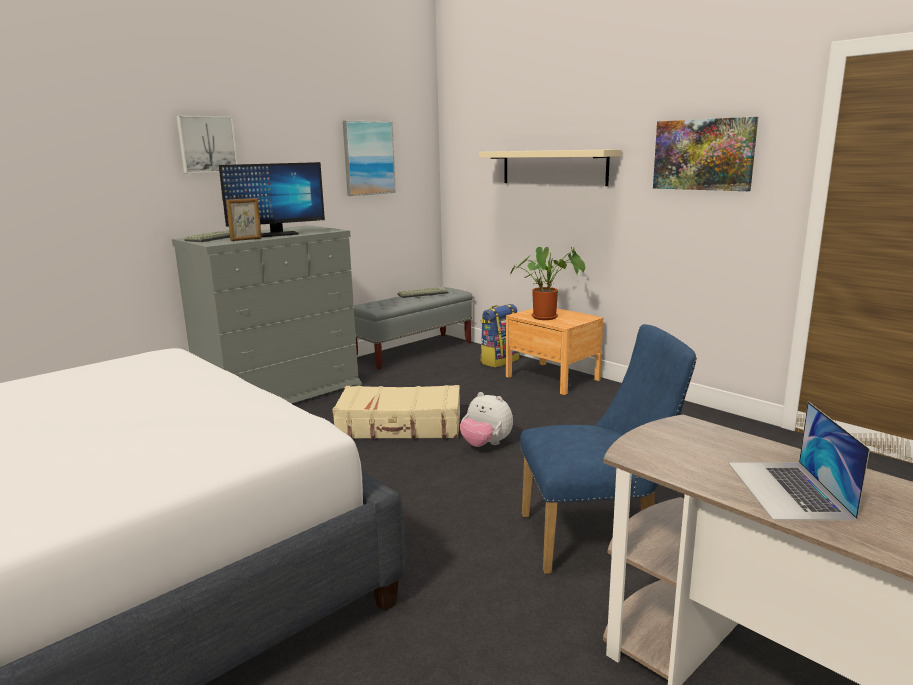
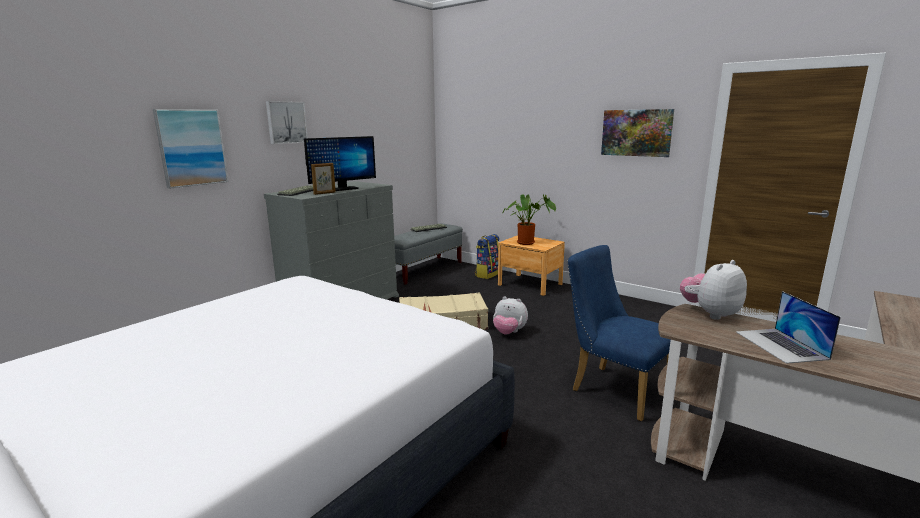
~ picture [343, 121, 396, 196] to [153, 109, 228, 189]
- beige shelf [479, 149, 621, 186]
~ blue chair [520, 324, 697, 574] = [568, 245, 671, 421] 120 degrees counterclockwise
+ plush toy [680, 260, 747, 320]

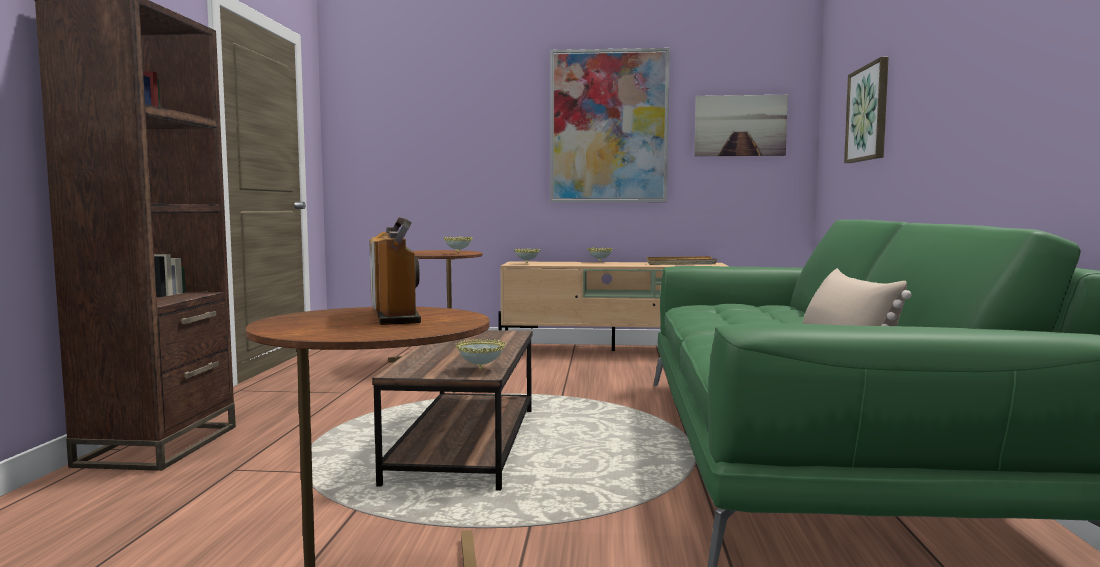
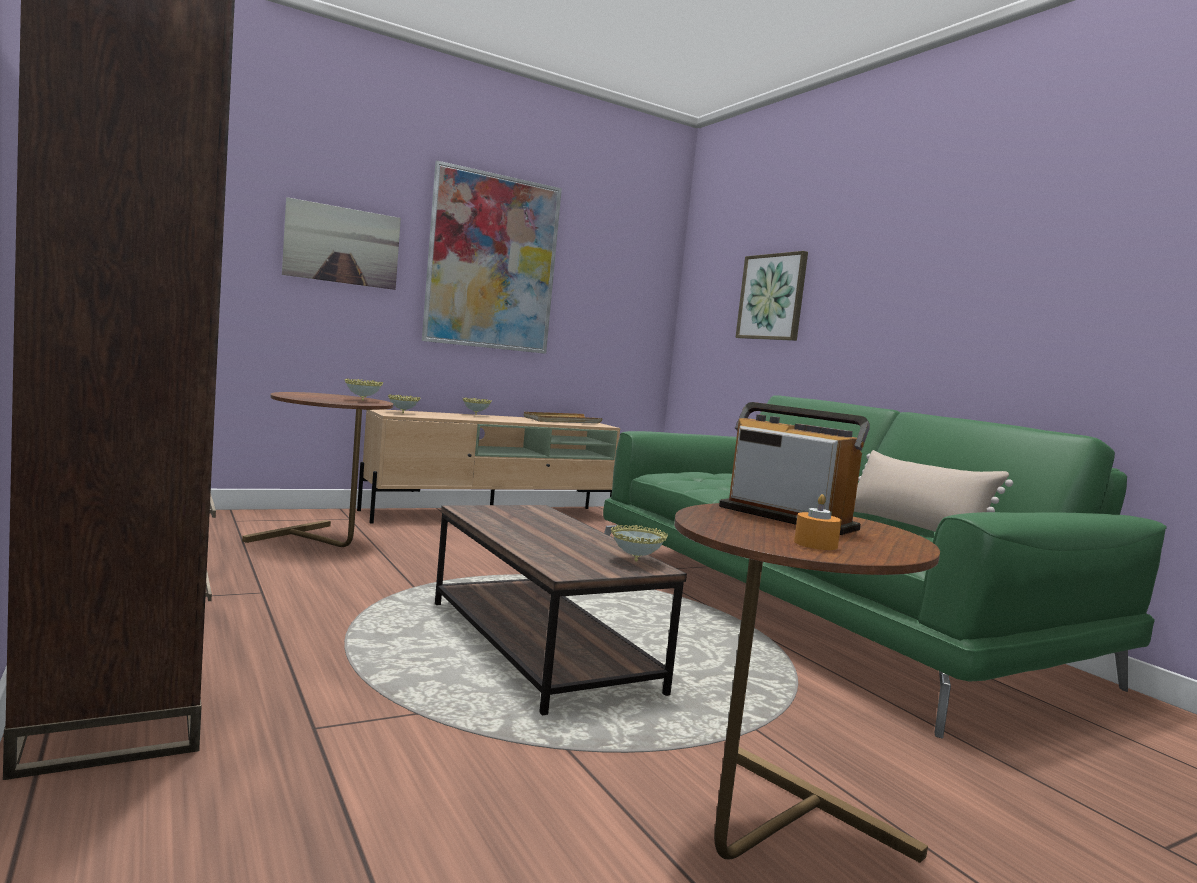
~ picture [694, 95, 788, 156] to [282, 197, 401, 290]
+ orange candle [794, 494, 842, 550]

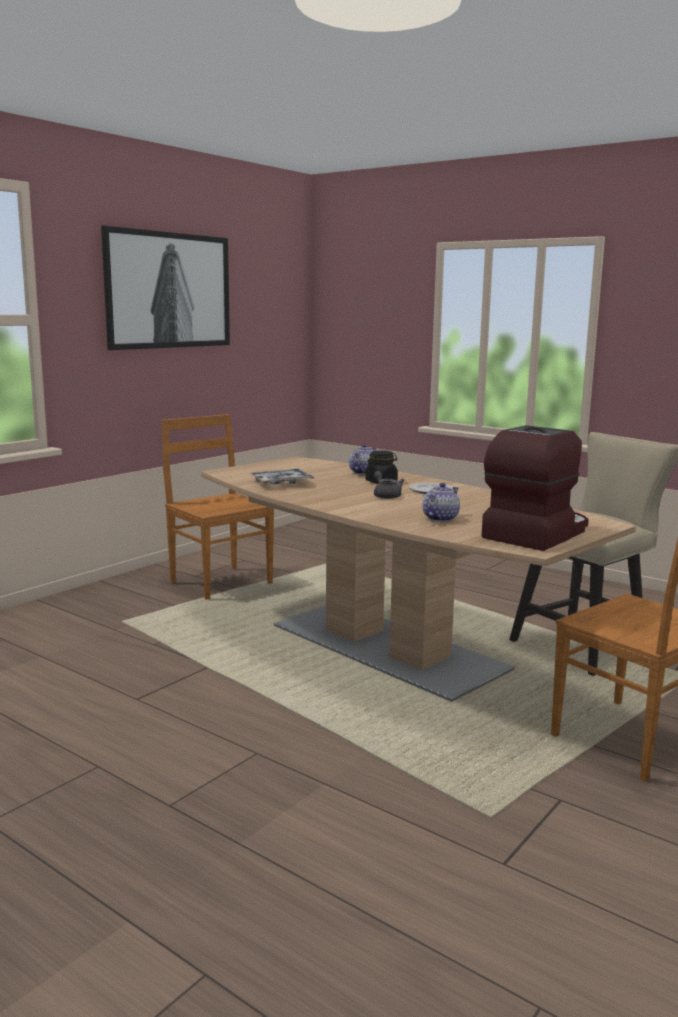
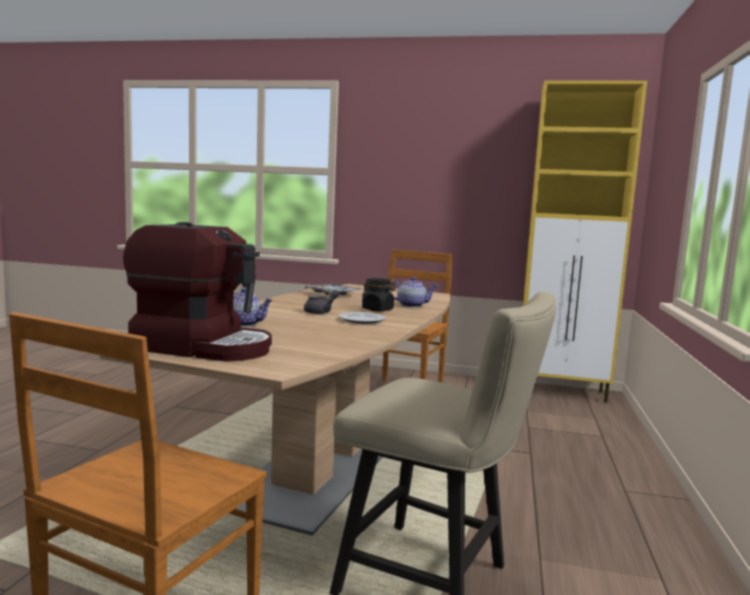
- picture [101, 226, 230, 350]
+ yellow cabinet [523, 80, 647, 403]

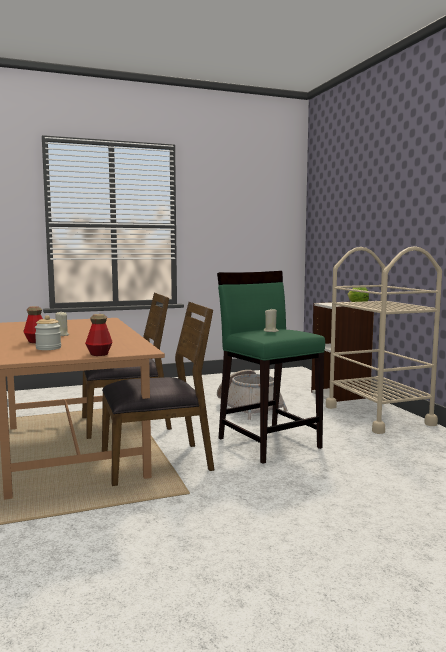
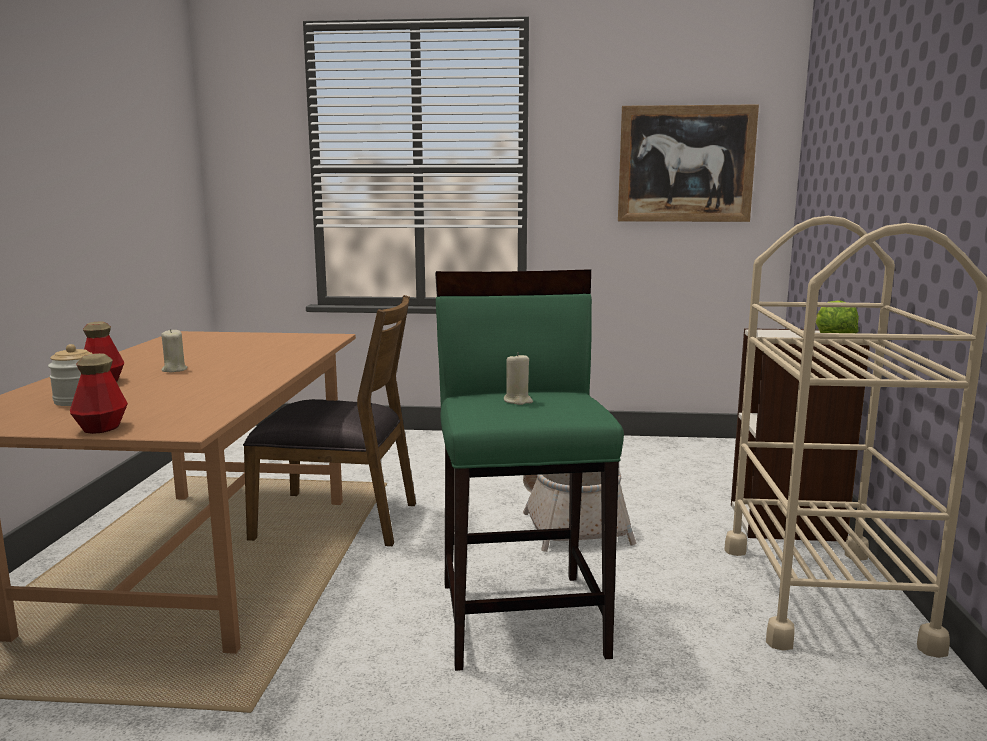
- brown chair [102, 302, 214, 486]
+ picture [618, 104, 759, 222]

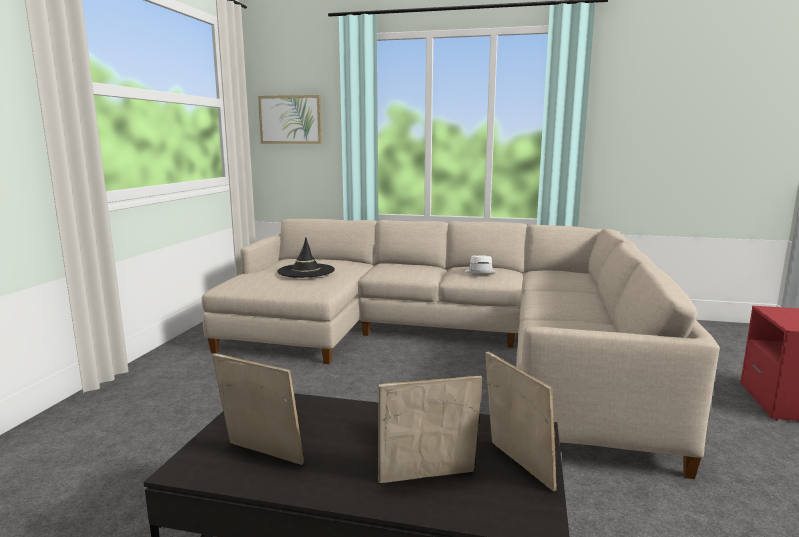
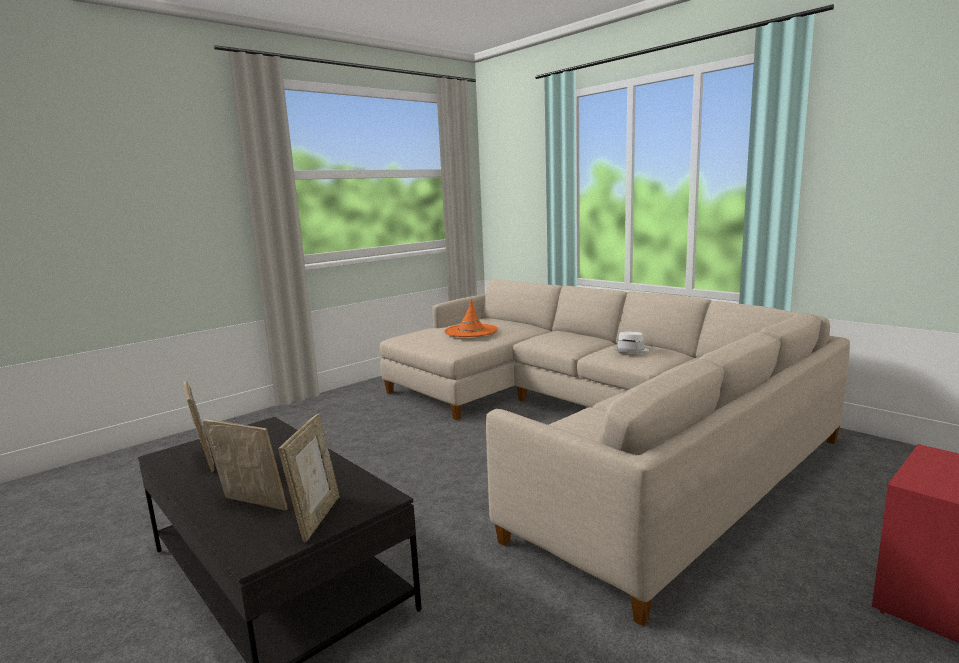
- picture [258, 95, 322, 144]
~ black hat [277, 237, 335, 278] to orange hat [445, 299, 498, 337]

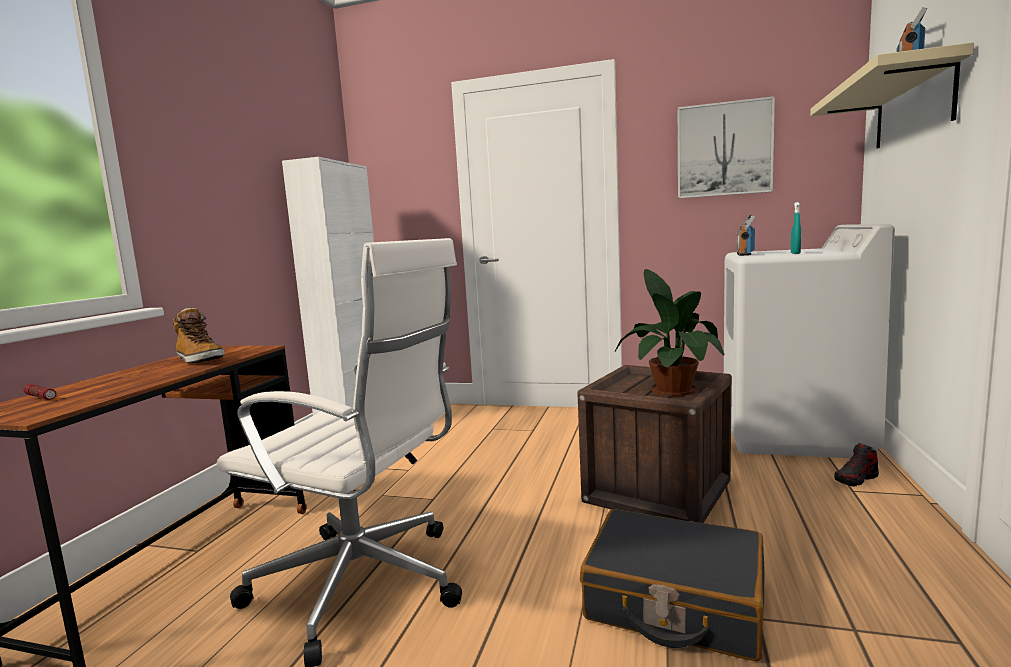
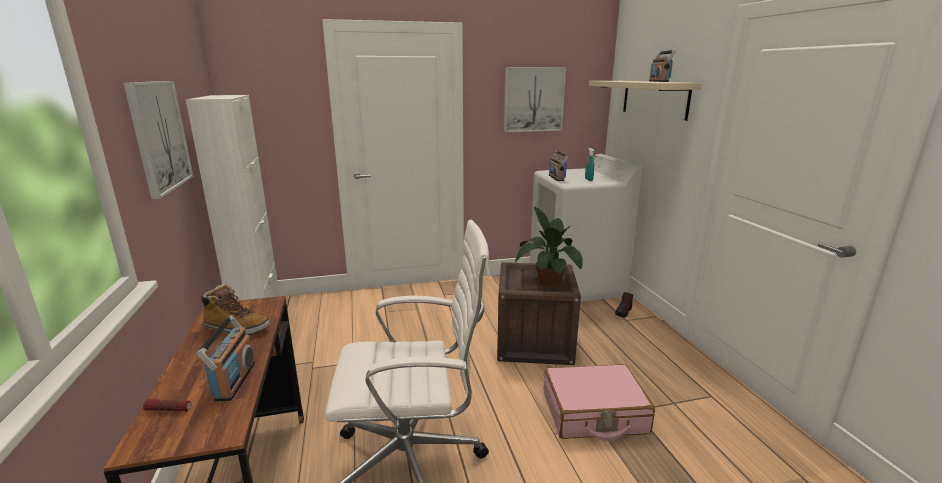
~ black suitcase [580, 509, 765, 661] to pink suitcase [544, 364, 655, 441]
+ picture [123, 81, 194, 199]
+ radio [197, 315, 255, 401]

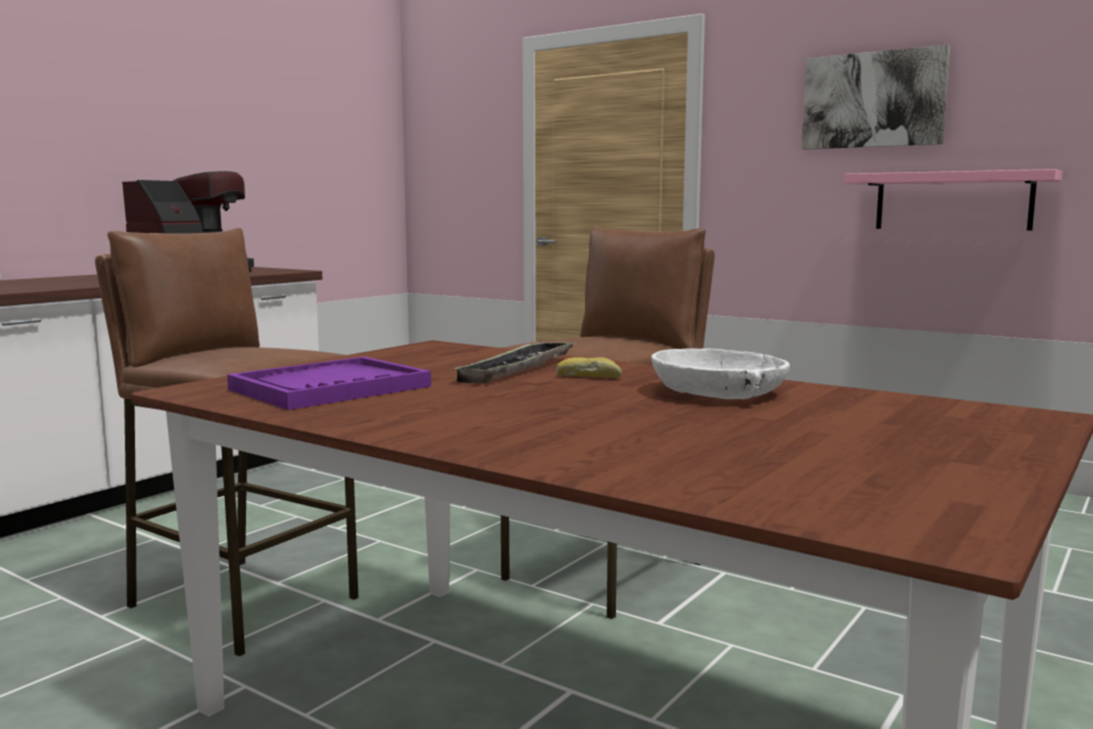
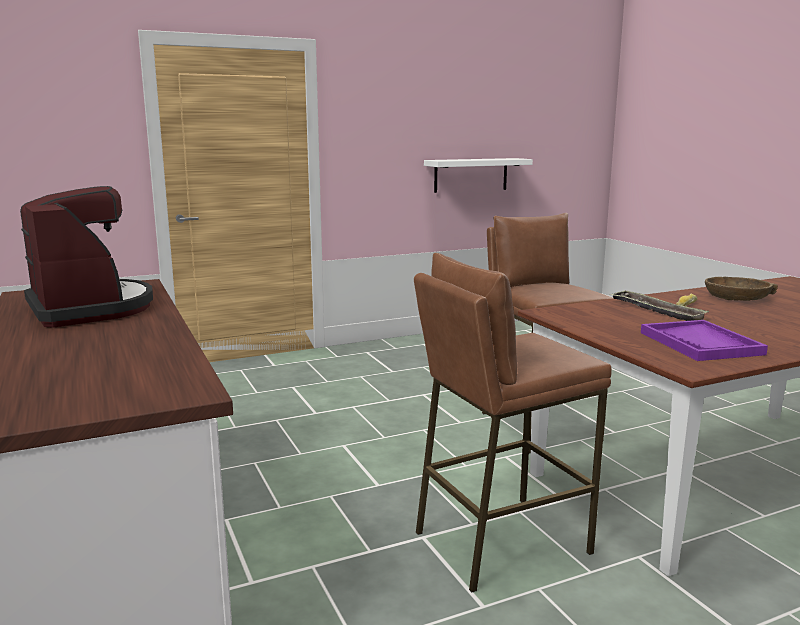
- picture [802, 44, 950, 150]
~ pink shelf [844, 169, 1063, 231] to white shelf [424, 158, 533, 193]
~ white bowl [651, 349, 790, 399] to brown bowl [705, 277, 778, 301]

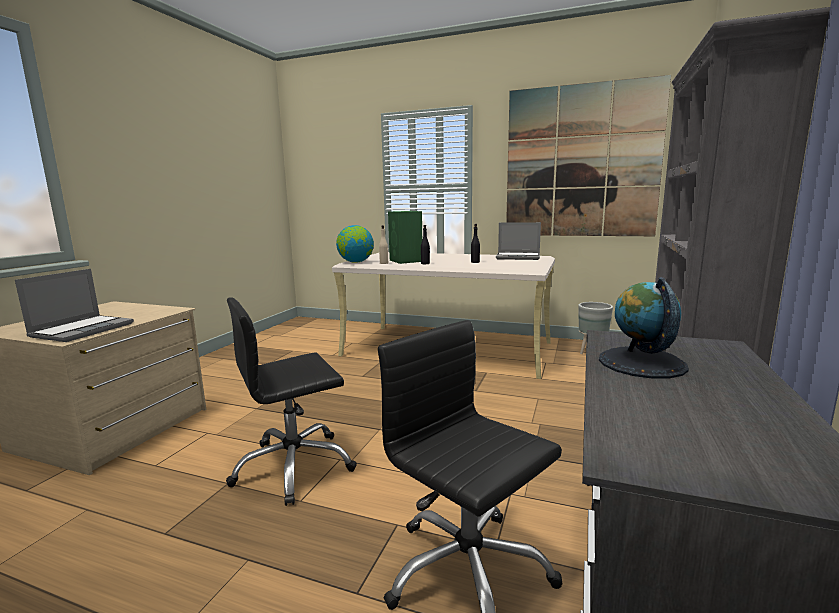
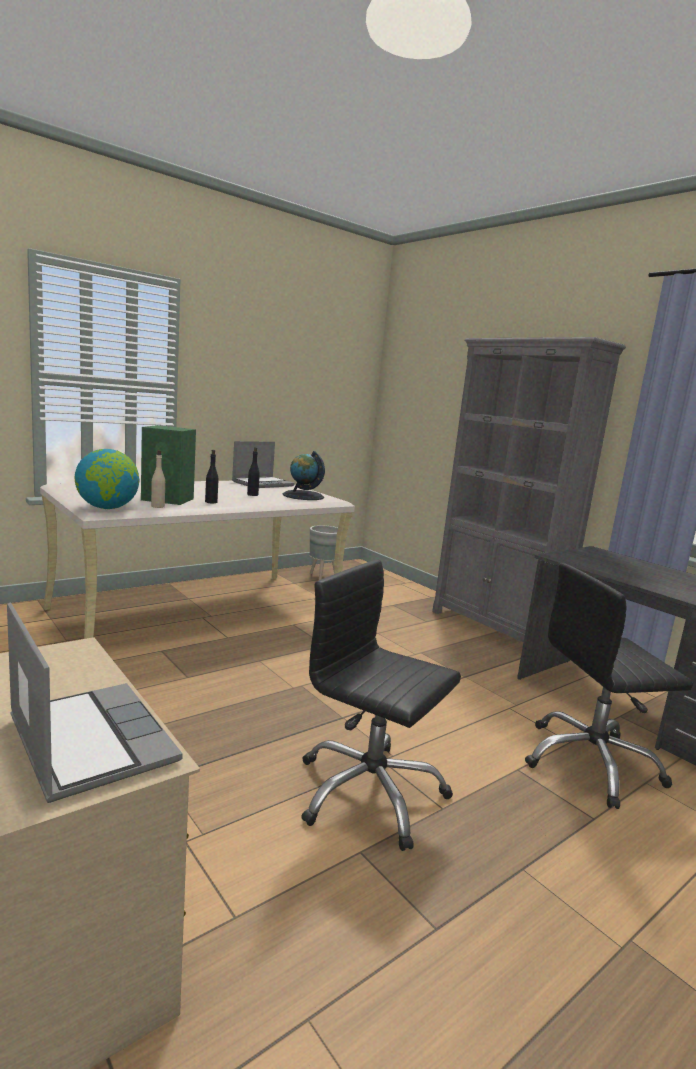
- picture [506, 75, 671, 236]
~ globe [599, 277, 689, 378] to [283, 451, 325, 500]
~ black office chair [226, 298, 357, 506] = [301, 559, 461, 851] 120 degrees clockwise

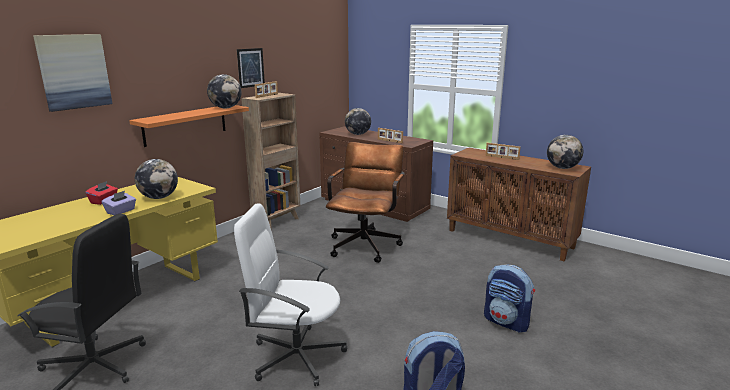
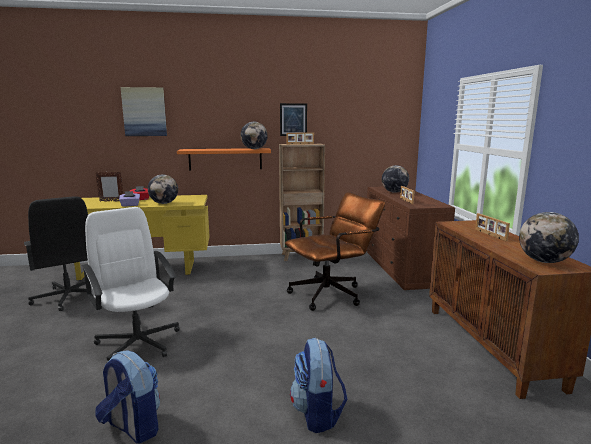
+ picture frame [95, 172, 123, 202]

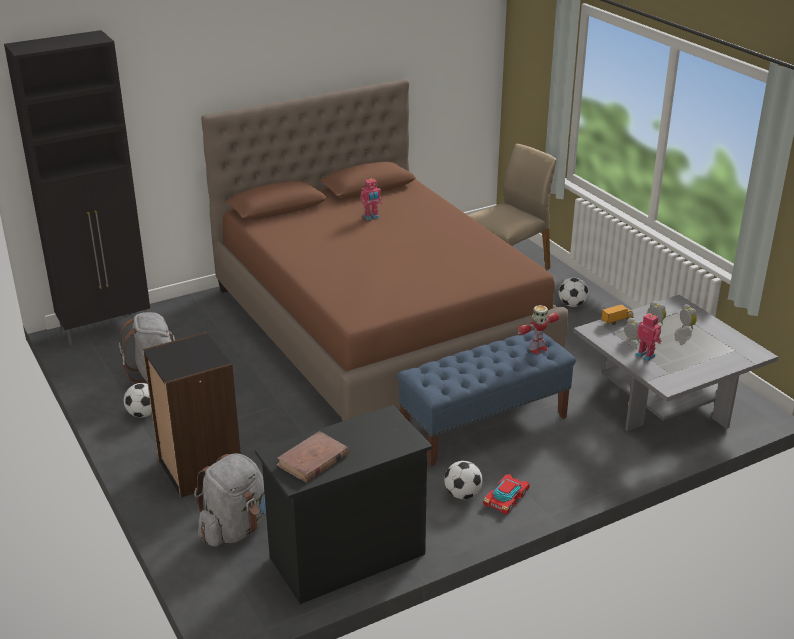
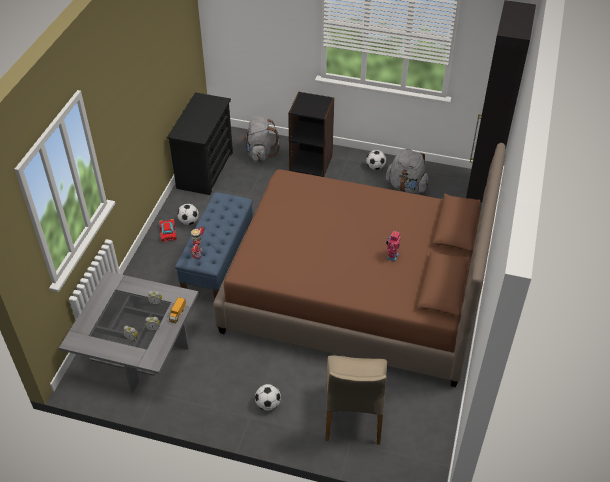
- toy robot [636, 313, 662, 361]
- brown book [276, 431, 349, 483]

